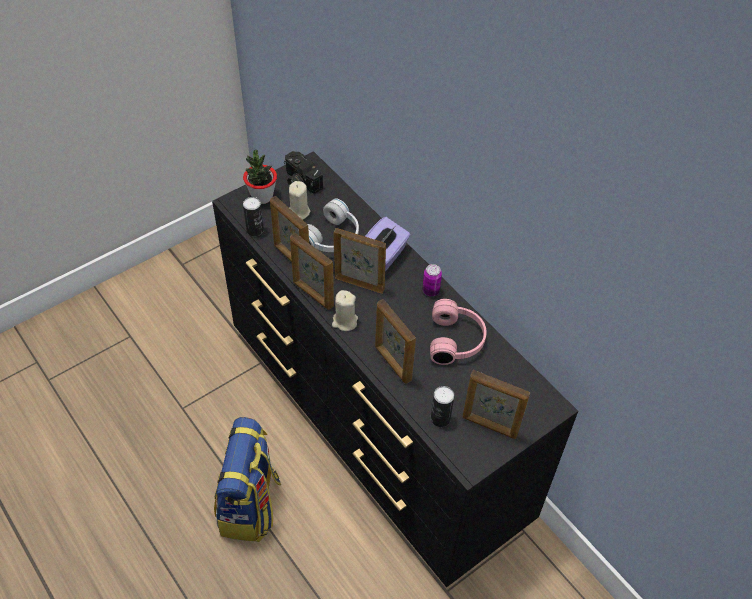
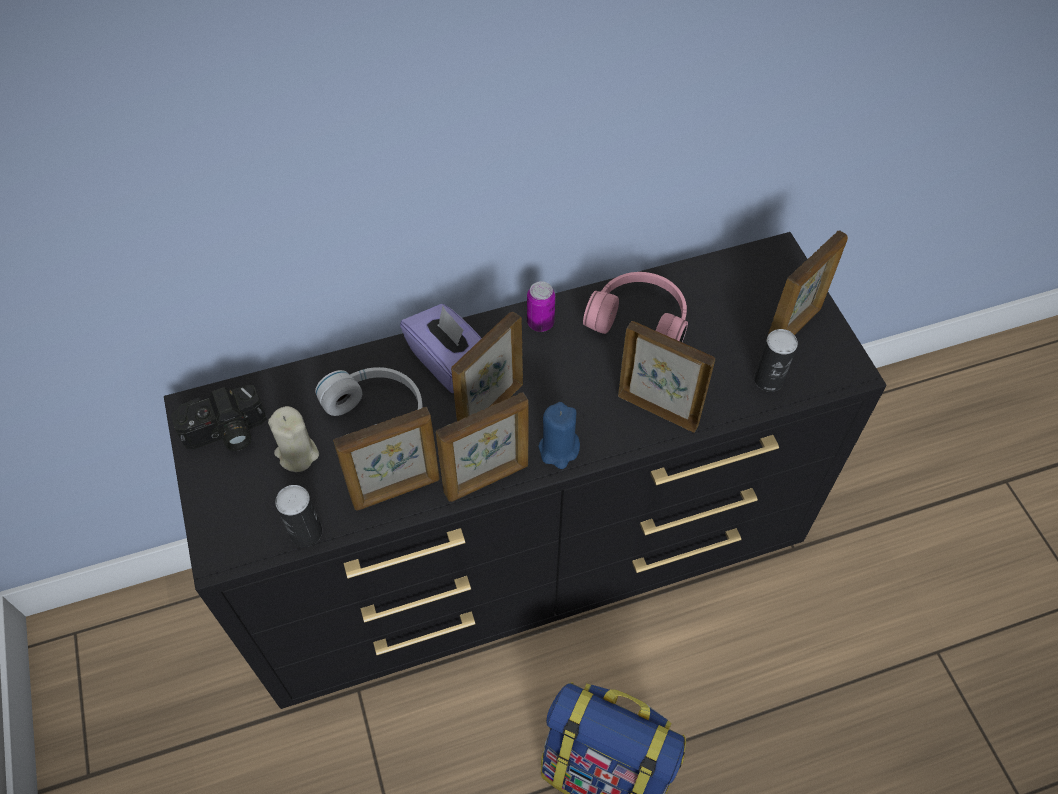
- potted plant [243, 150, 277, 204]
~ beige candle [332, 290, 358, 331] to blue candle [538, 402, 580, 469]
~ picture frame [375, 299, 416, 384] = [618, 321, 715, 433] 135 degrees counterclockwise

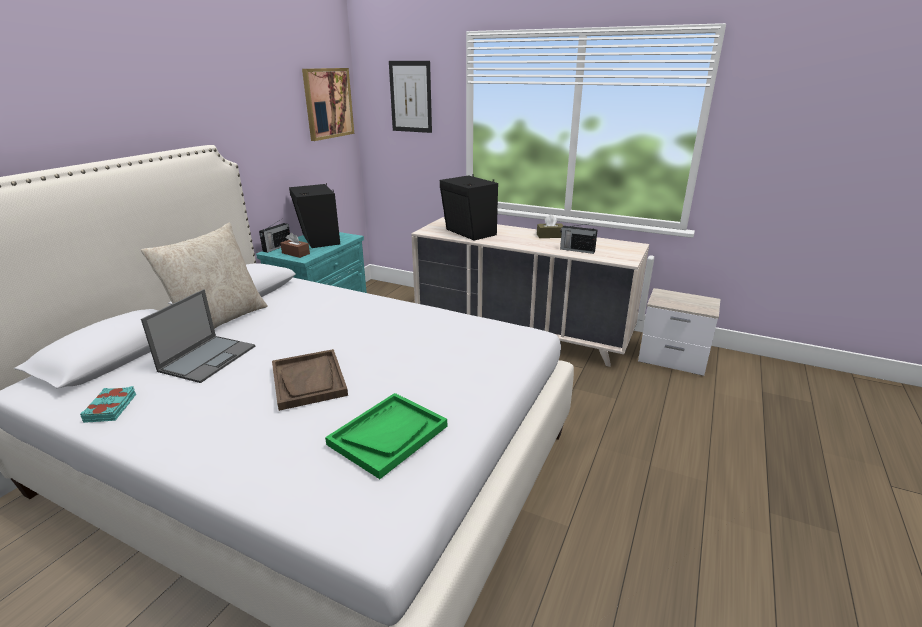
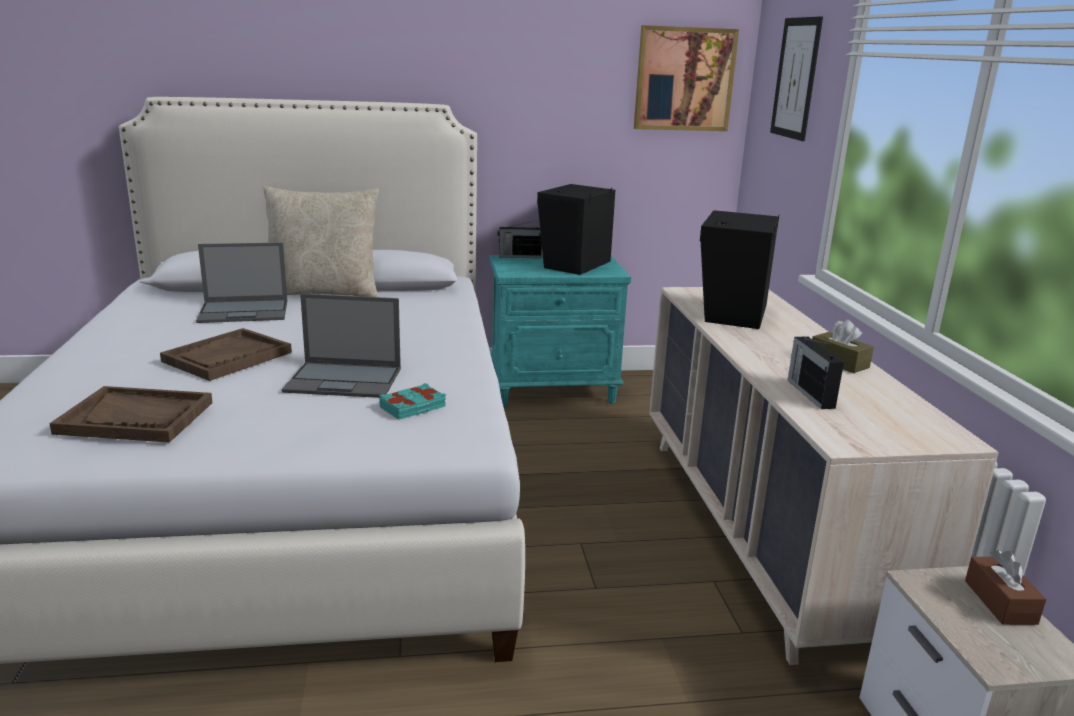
~ brown tissue box [280, 233, 310, 258] to [965, 550, 1046, 625]
~ turquoise book [80, 386, 136, 423] to [379, 383, 446, 420]
~ green tray [325, 393, 447, 479] to brown tray [49, 386, 213, 443]
+ laptop [282, 293, 401, 398]

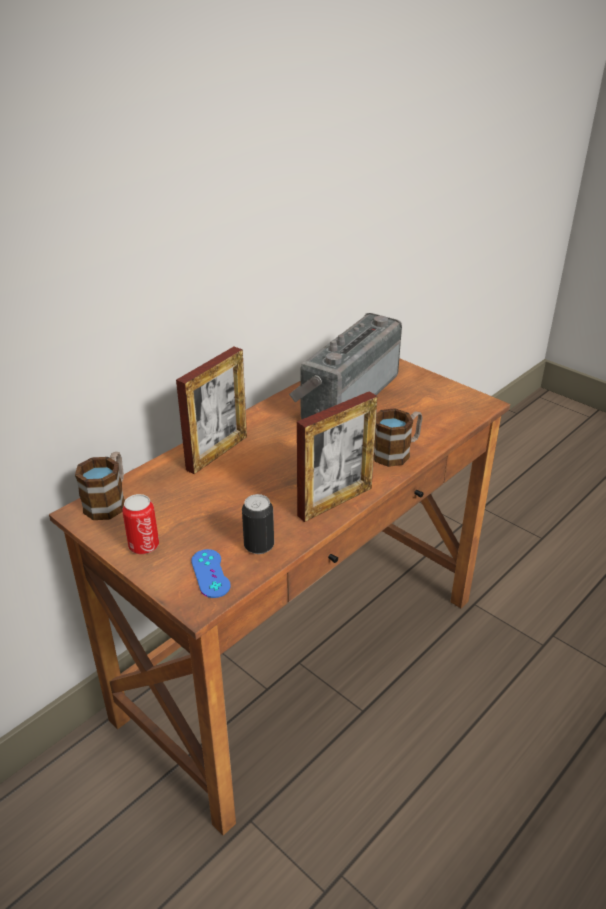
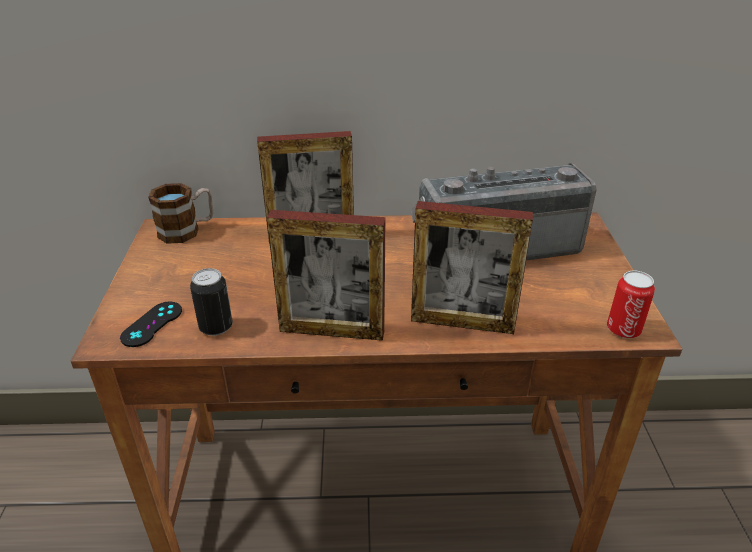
~ mug [374, 408, 423, 467] to picture frame [411, 201, 533, 334]
~ can [122, 494, 159, 554] to [607, 270, 655, 338]
~ blue game controller [191, 549, 231, 598] to black game controller [120, 302, 182, 347]

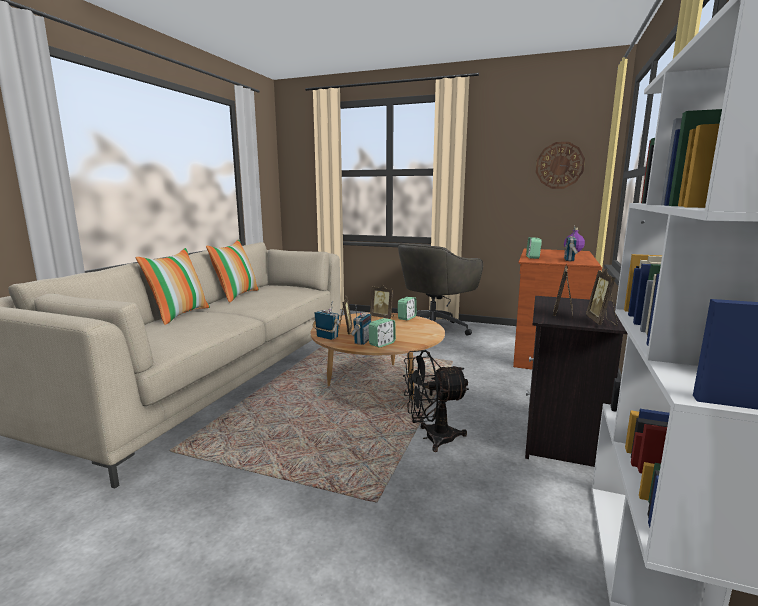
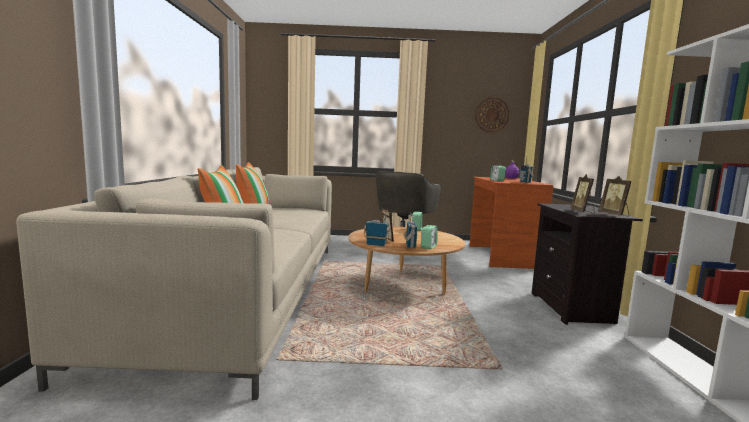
- picture frame [370, 284, 394, 319]
- black fan [403, 350, 469, 452]

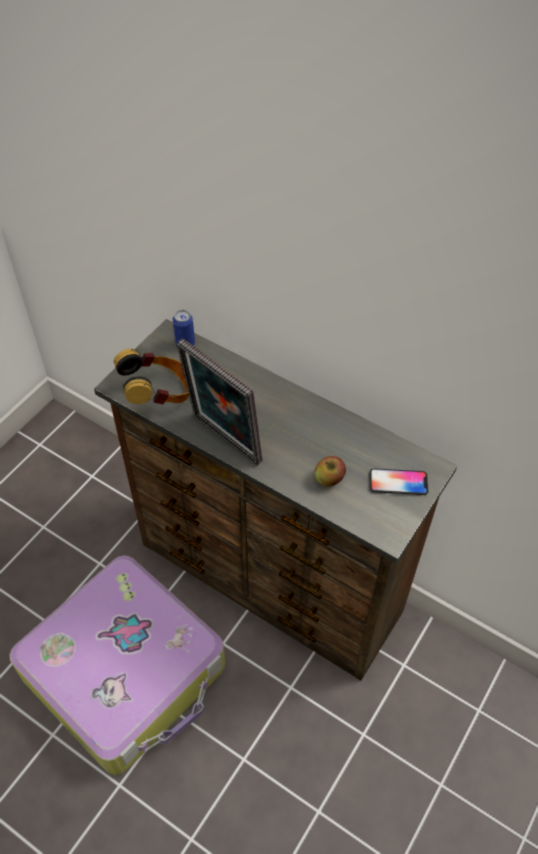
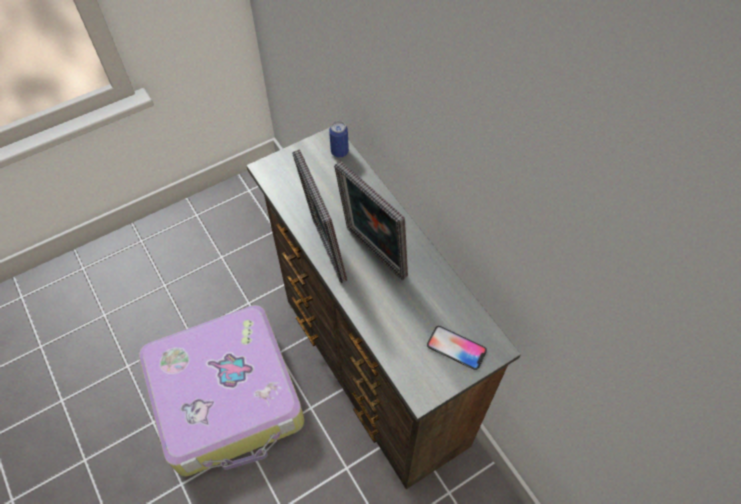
- headphones [114, 349, 189, 405]
- apple [314, 456, 346, 487]
+ picture frame [334, 161, 408, 280]

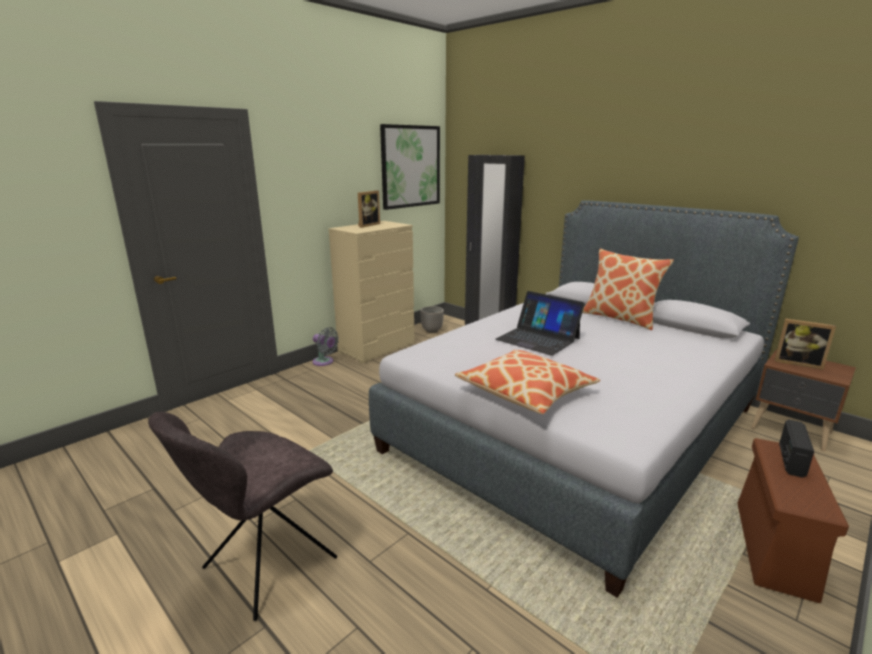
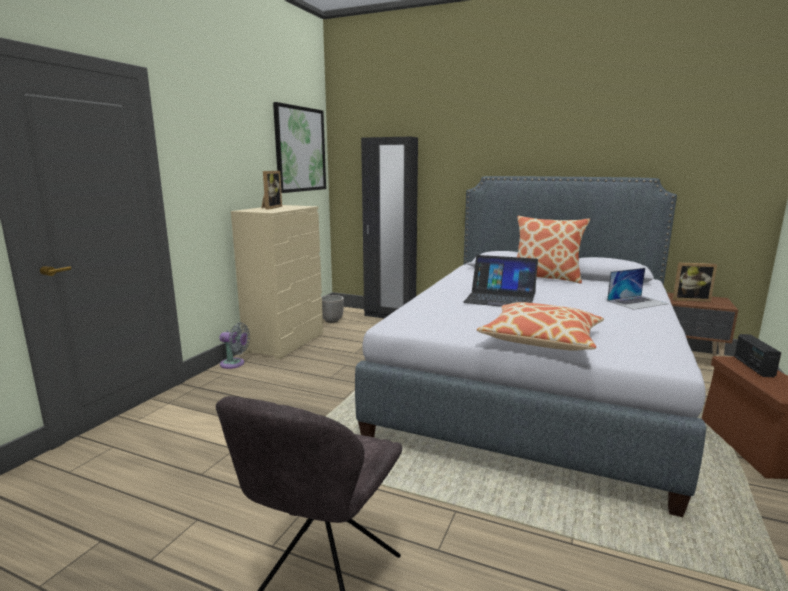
+ laptop [607, 268, 669, 310]

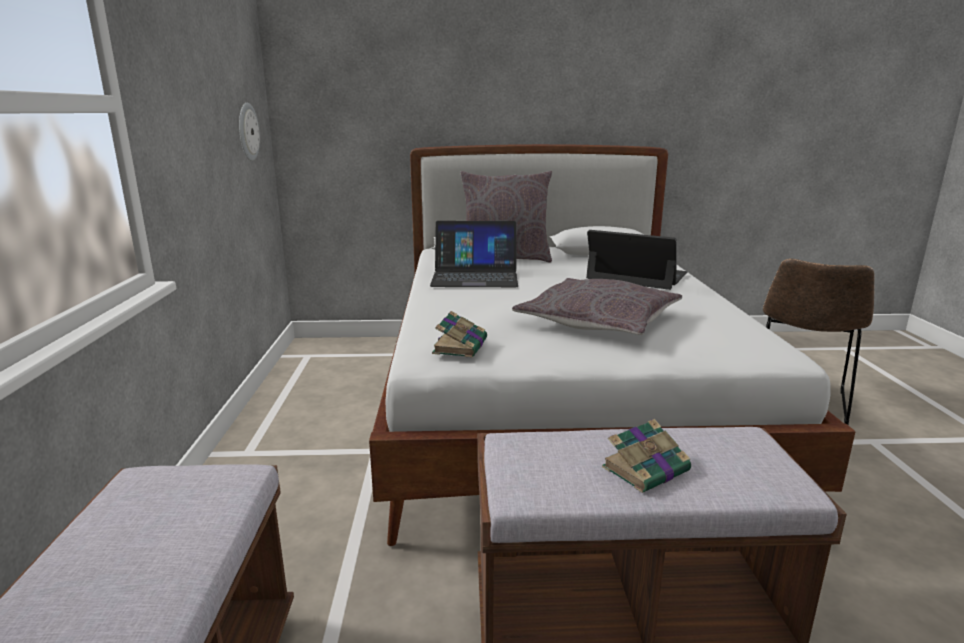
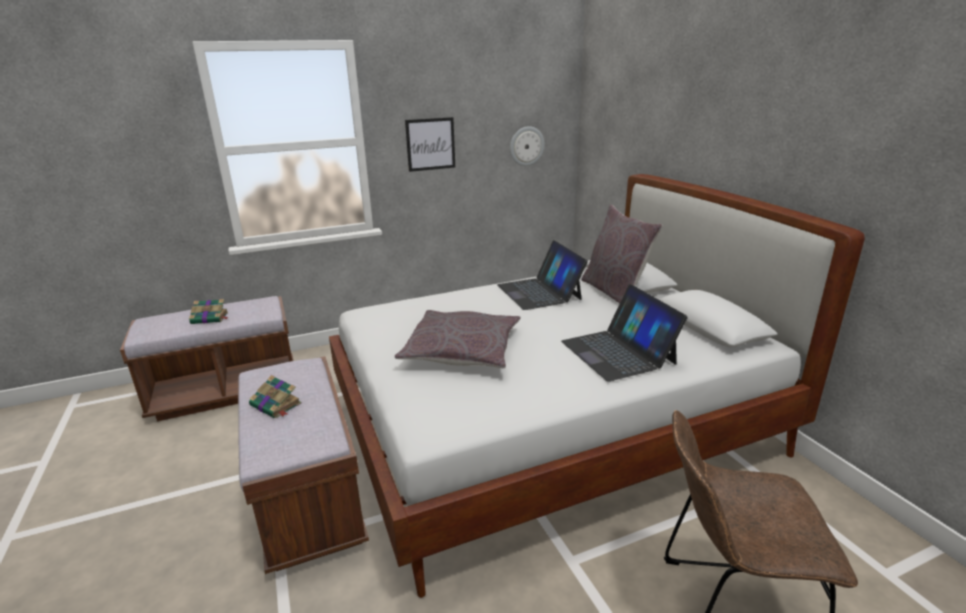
~ laptop [586, 230, 687, 290] = [561, 284, 688, 381] 150 degrees clockwise
~ book [432, 311, 487, 358] to [189, 299, 228, 324]
+ picture [405, 117, 455, 172]

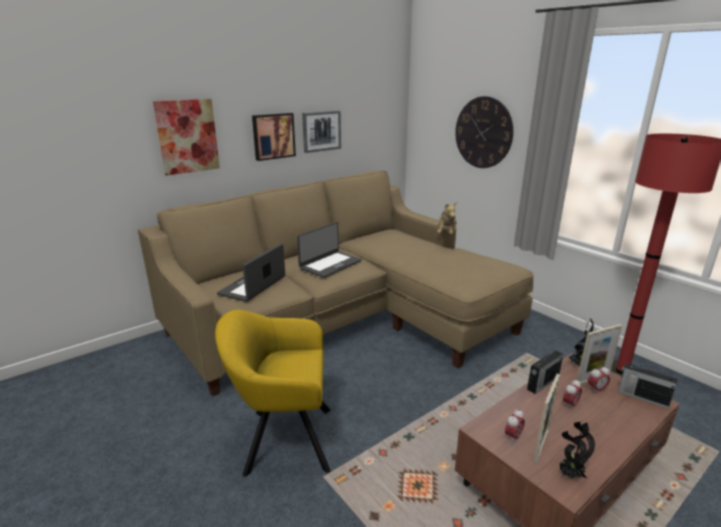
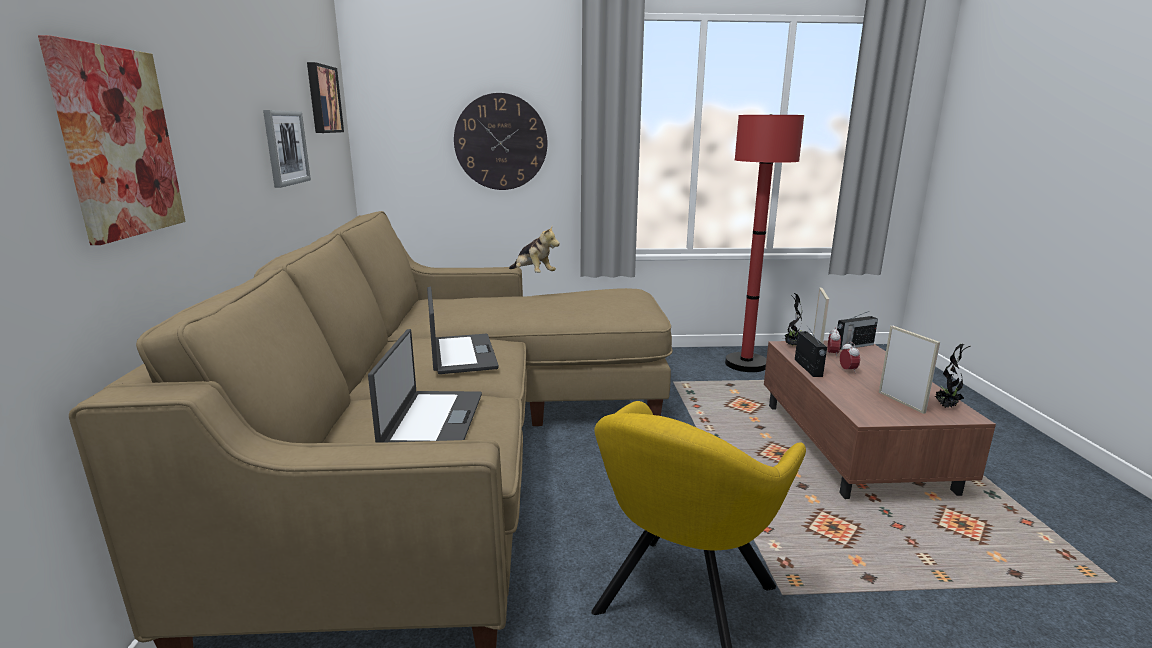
~ picture [252, 113, 296, 161] to [307, 62, 344, 133]
~ laptop [217, 243, 285, 302] = [368, 329, 482, 443] 150 degrees counterclockwise
- alarm clock [505, 409, 525, 441]

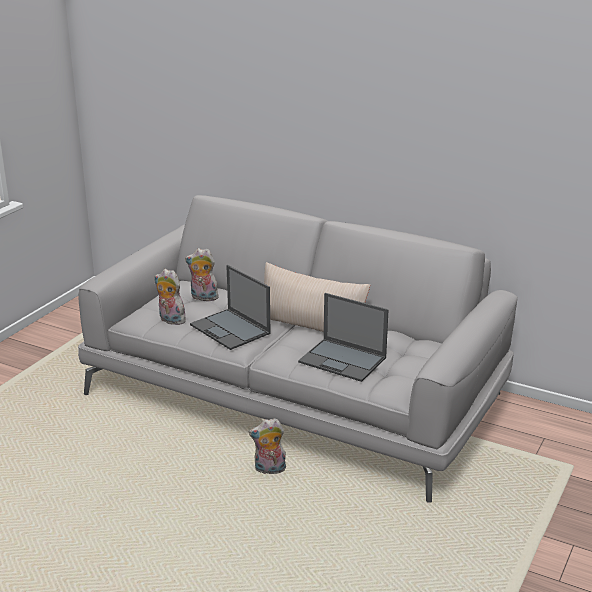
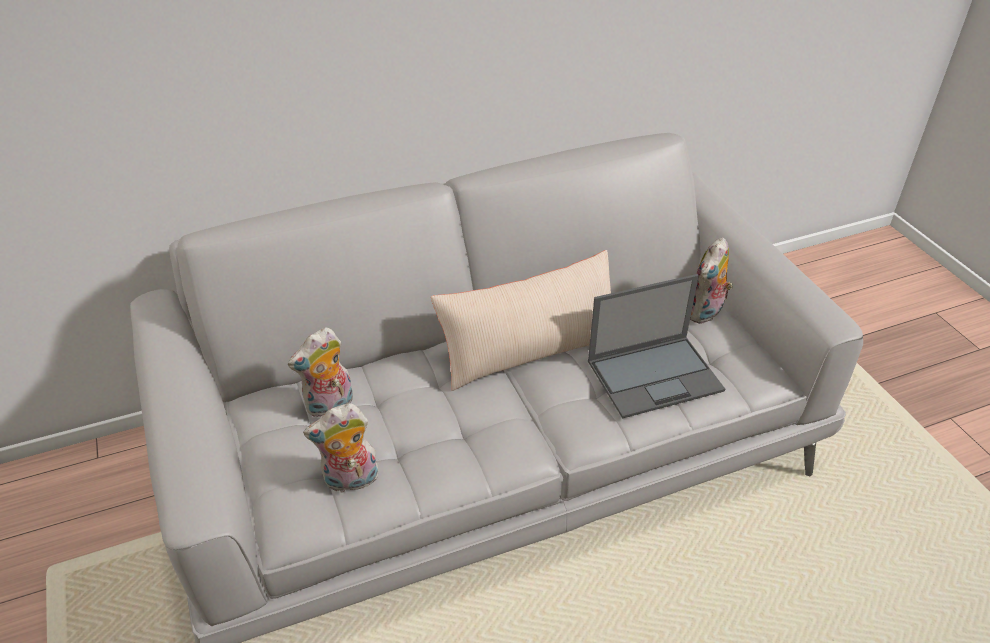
- laptop [190, 265, 271, 350]
~ plush toy [249, 418, 286, 474] to [690, 237, 733, 324]

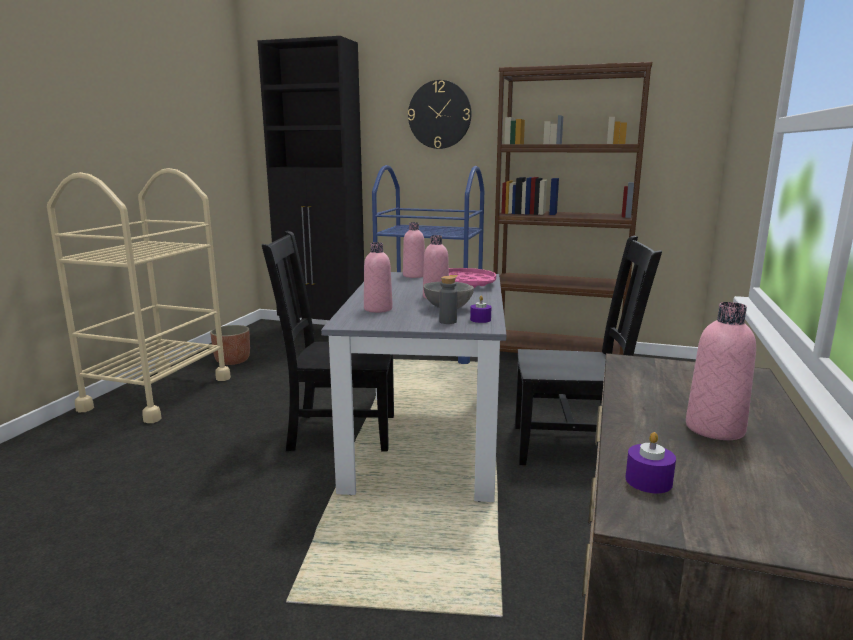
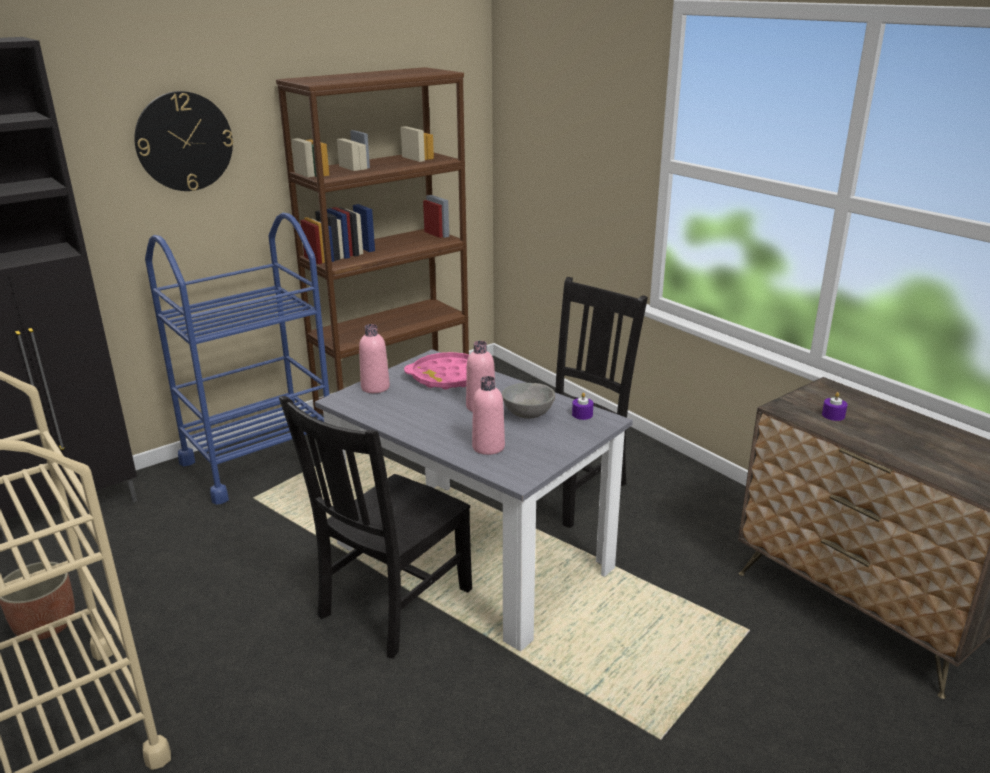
- grey bottle [439, 276, 457, 324]
- pink bottle [686, 302, 756, 440]
~ purple candle [625, 432, 676, 493] to [822, 392, 848, 421]

